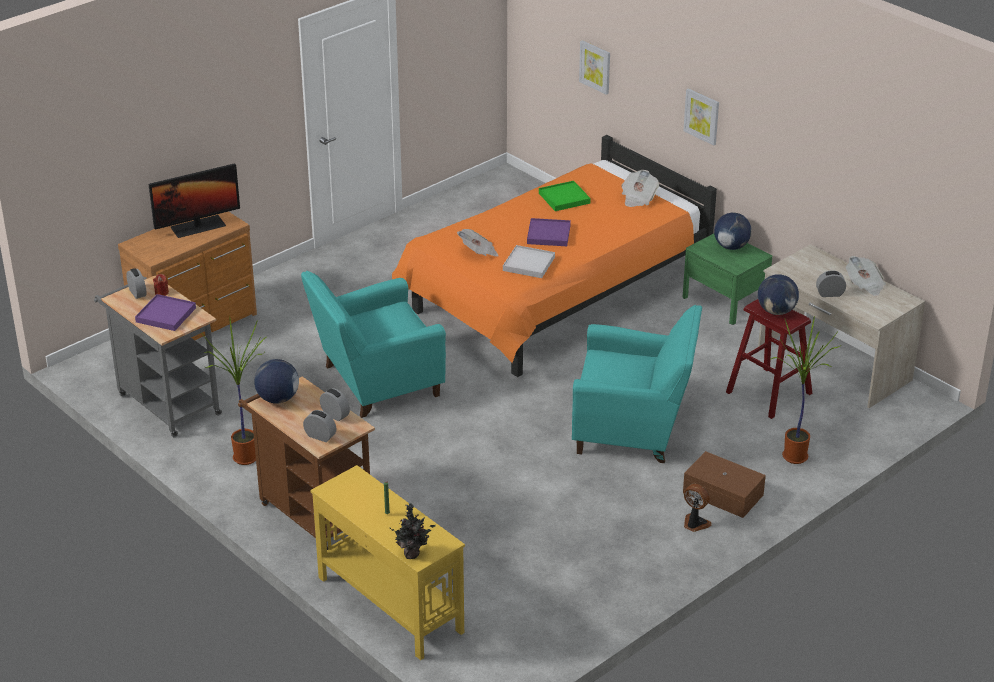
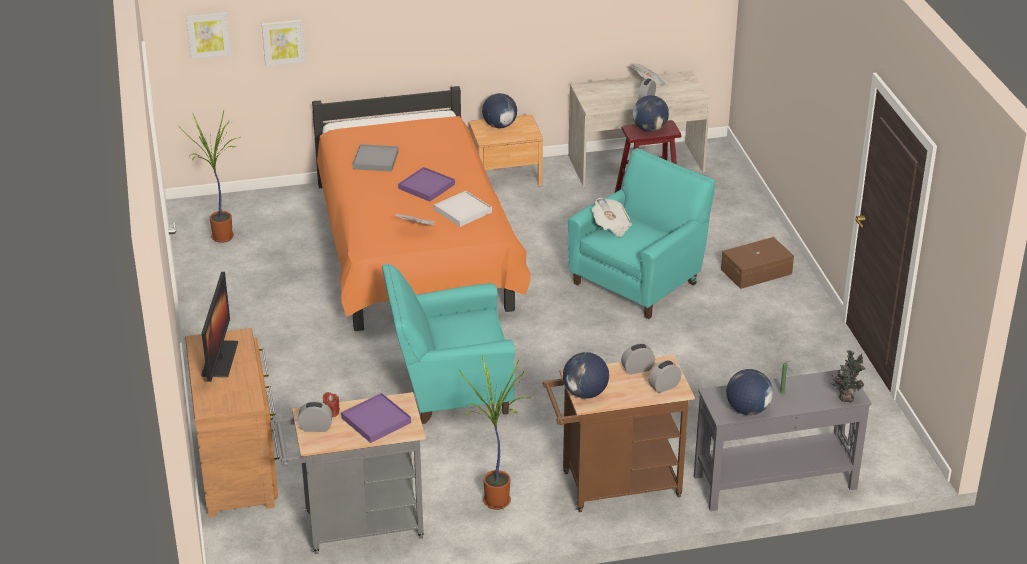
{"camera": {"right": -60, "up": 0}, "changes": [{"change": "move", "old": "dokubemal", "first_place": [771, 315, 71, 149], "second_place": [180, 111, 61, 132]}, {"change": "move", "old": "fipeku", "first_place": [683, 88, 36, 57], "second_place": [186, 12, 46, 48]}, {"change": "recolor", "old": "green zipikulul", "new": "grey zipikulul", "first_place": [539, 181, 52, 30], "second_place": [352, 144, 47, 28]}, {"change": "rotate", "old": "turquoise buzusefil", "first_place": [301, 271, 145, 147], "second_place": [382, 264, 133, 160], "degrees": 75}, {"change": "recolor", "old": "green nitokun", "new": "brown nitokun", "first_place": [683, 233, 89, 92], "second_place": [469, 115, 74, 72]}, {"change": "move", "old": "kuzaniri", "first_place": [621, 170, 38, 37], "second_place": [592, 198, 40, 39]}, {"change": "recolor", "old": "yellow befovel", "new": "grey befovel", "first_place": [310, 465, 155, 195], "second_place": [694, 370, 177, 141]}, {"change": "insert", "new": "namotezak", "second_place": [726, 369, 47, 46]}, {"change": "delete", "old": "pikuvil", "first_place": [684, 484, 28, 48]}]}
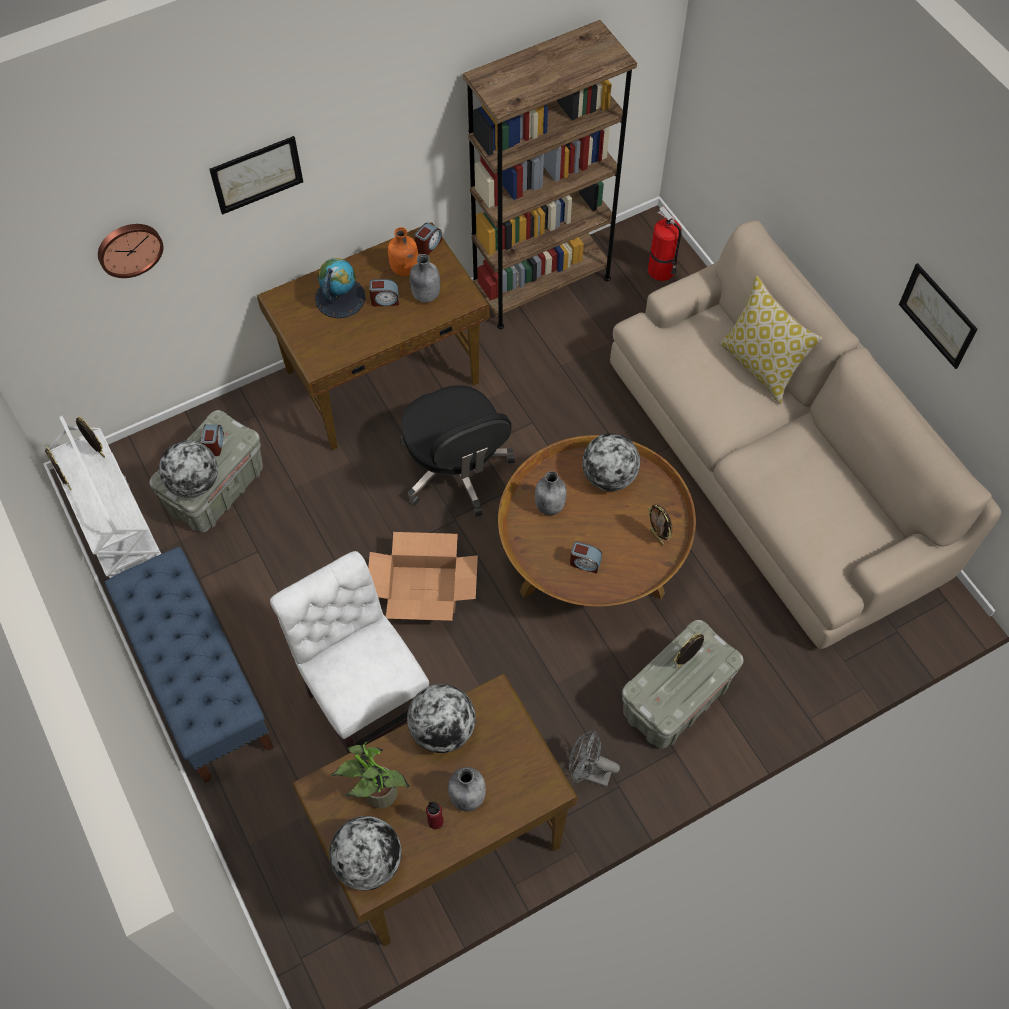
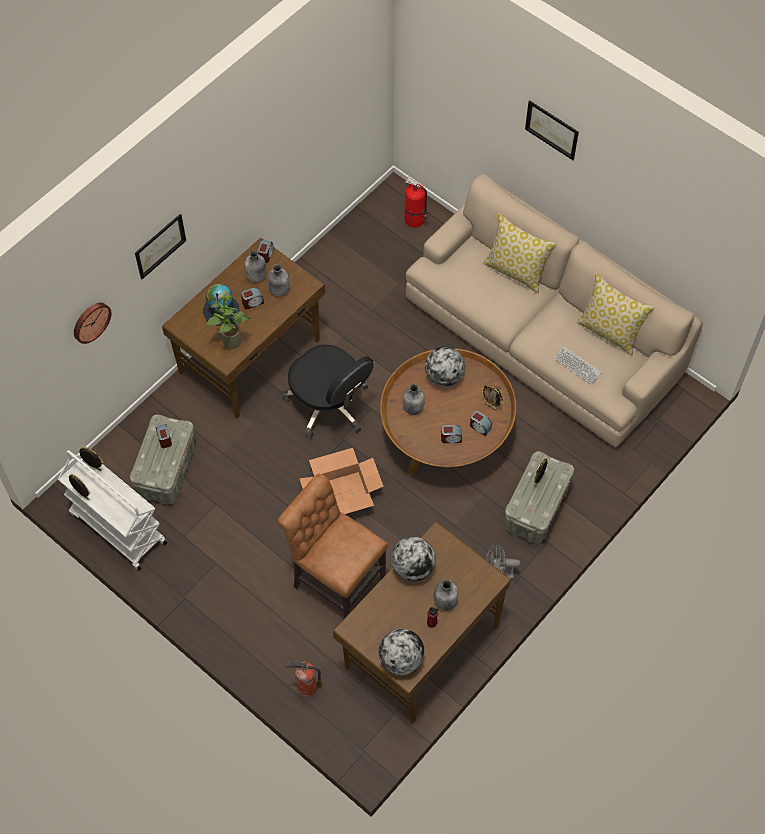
{"camera": {"right": -20, "up": 0}, "changes": [{"change": "move", "old": "dokubemal", "first_place": [331, 742, 78, 67], "second_place": [205, 296, 45, 53]}, {"change": "recolor", "old": "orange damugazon", "new": "grey damugazon", "first_place": [388, 227, 30, 49], "second_place": [244, 250, 22, 32]}, {"change": "recolor", "old": "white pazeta", "new": "brown pazeta", "first_place": [270, 551, 159, 203], "second_place": [277, 474, 111, 145]}, {"change": "insert", "new": "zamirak", "second_place": [286, 661, 36, 37]}, {"change": "insert", "new": "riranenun", "second_place": [470, 411, 22, 25]}, {"change": "move", "old": "fipeku", "first_place": [899, 263, 79, 106], "second_place": [525, 100, 54, 60]}, {"change": "insert", "new": "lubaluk", "second_place": [554, 347, 48, 37]}, {"change": "insert", "new": "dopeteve", "second_place": [577, 273, 77, 83]}, {"change": "delete", "old": "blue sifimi", "first_place": [105, 547, 169, 236]}, {"change": "delete", "old": "namotezak", "first_place": [159, 440, 59, 58]}, {"change": "delete", "old": "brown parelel", "first_place": [463, 20, 174, 309]}]}
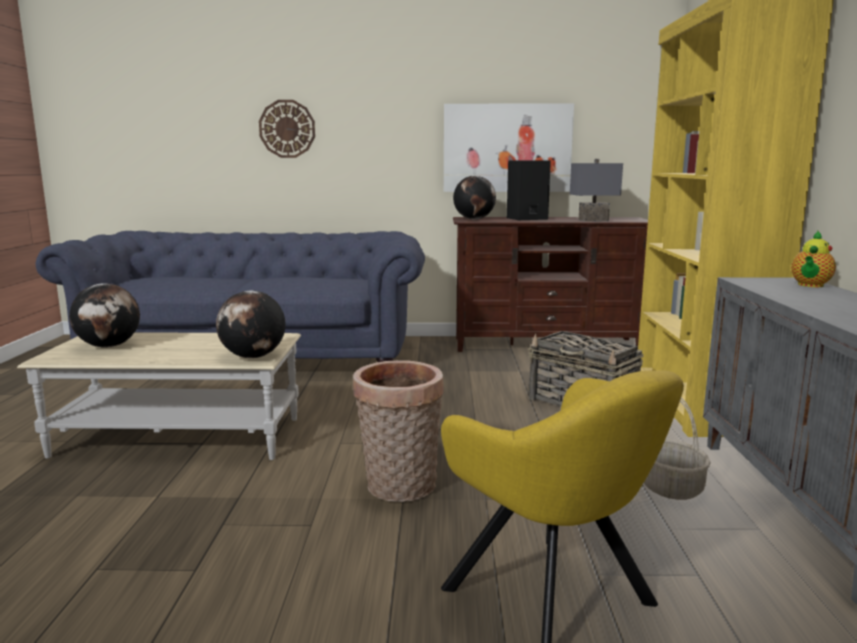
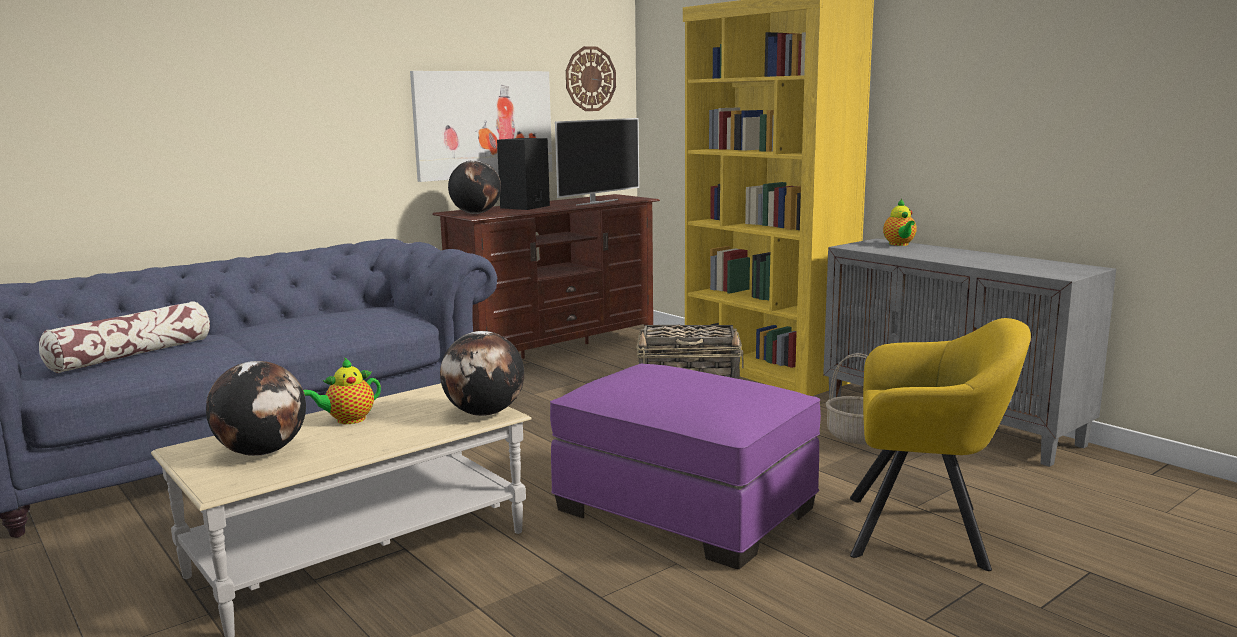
{"camera": {"right": -40, "up": 0}, "changes": [{"change": "insert", "new": "dopeteve", "second_place": [39, 301, 171, 72]}, {"change": "insert", "new": "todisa", "second_place": [303, 358, 78, 66]}, {"change": "replace", "old": "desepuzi", "new": "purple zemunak", "first_place": [353, 360, 91, 142], "second_place": [550, 364, 271, 205]}, {"change": "replace", "old": "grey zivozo", "new": "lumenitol", "first_place": [570, 159, 53, 63], "second_place": [555, 118, 84, 88]}, {"change": "move", "old": "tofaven", "first_place": [259, 100, 56, 58], "second_place": [566, 46, 50, 65]}]}
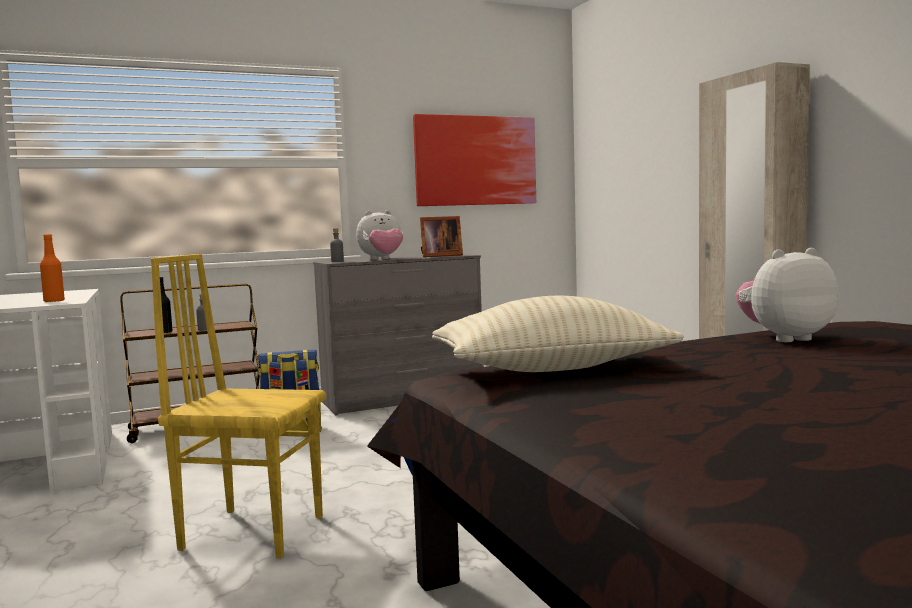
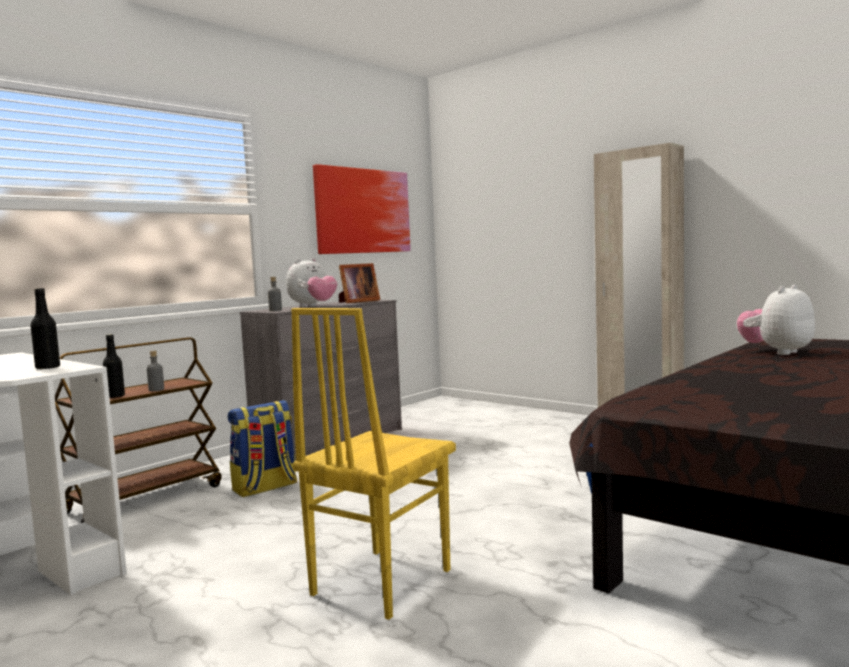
{"camera": {"right": -25, "up": 0}, "changes": [{"change": "recolor", "old": "orange damugazon", "new": "black damugazon", "first_place": [40, 234, 25, 68], "second_place": [30, 288, 30, 81]}, {"change": "rotate", "old": "yellow pazeta", "first_place": [151, 254, 175, 304], "second_place": [291, 308, 165, 312], "degrees": -45}, {"change": "delete", "old": "beige dopeteve", "first_place": [432, 296, 252, 76]}]}
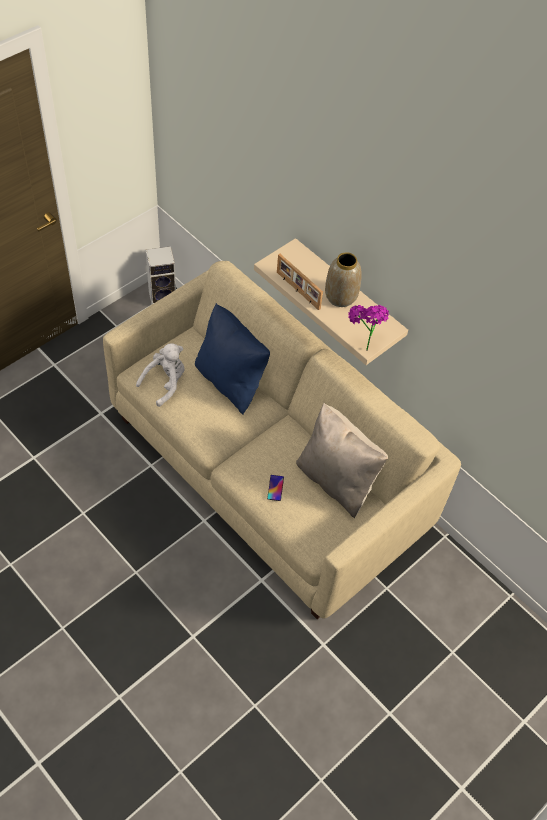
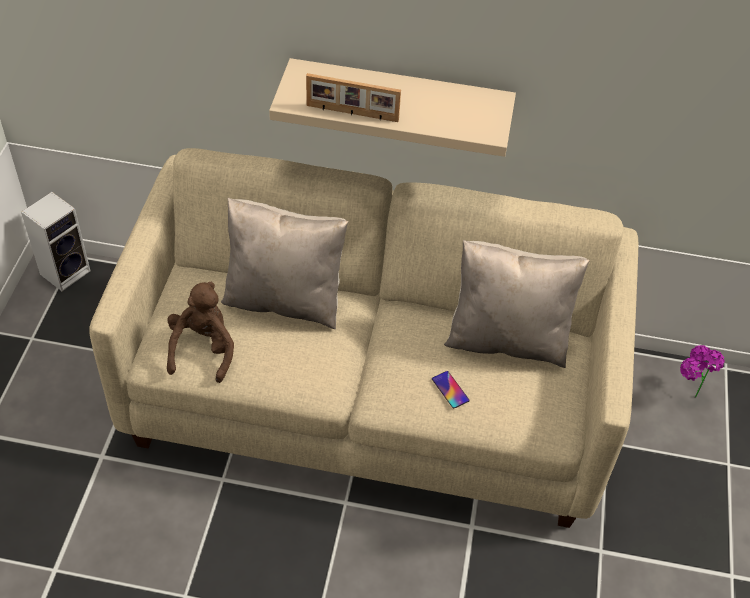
{"camera": {"right": -35, "up": -5}, "changes": [{"change": "recolor", "old": "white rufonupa", "new": "brown rufonupa", "first_place": [136, 343, 48, 64], "second_place": [167, 282, 67, 101]}, {"change": "recolor", "old": "blue dopeteve", "new": "beige dopeteve", "first_place": [195, 303, 75, 111], "second_place": [221, 198, 127, 131]}, {"change": "move", "old": "dokubemal", "first_place": [348, 305, 41, 46], "second_place": [680, 345, 45, 52]}, {"change": "delete", "old": "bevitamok", "first_place": [325, 252, 37, 55]}]}
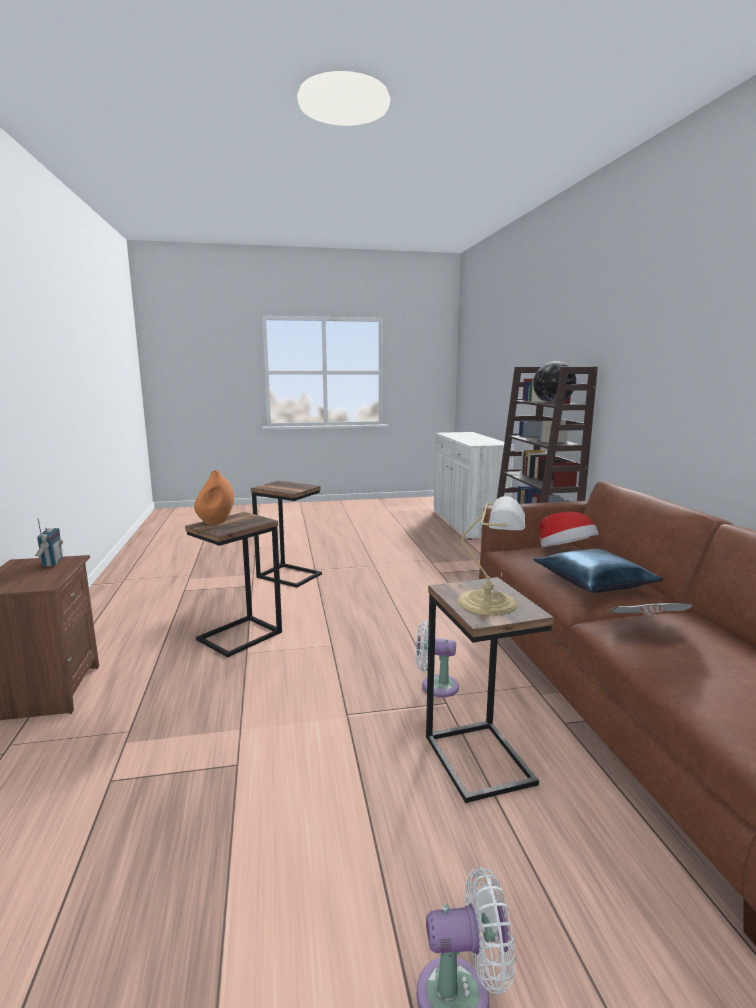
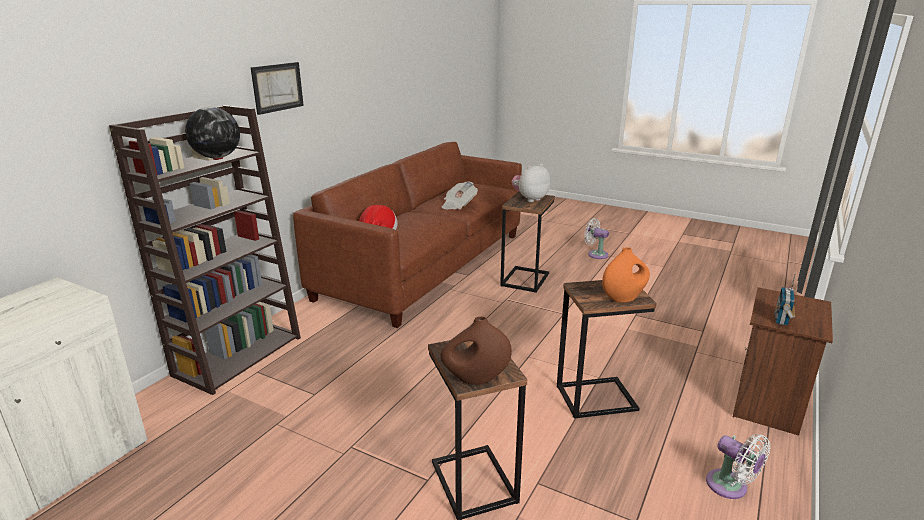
{"camera": {"right": -140, "up": 10}, "changes": [{"change": "insert", "new": "fipeku", "second_place": [251, 62, 53, 53]}, {"change": "insert", "new": "brown bevitamok", "second_place": [440, 317, 72, 68]}, {"change": "replace", "old": "zivozo", "new": "rufonupa", "first_place": [458, 496, 67, 119], "second_place": [512, 163, 38, 39]}, {"change": "move", "old": "white pikuvil", "first_place": [416, 620, 43, 77], "second_place": [706, 434, 64, 65]}, {"change": "delete", "old": "blue dopeteve", "first_place": [534, 549, 129, 44]}]}
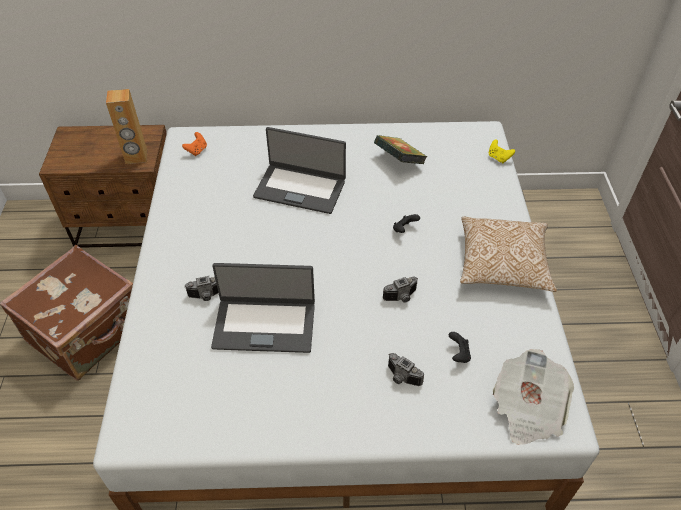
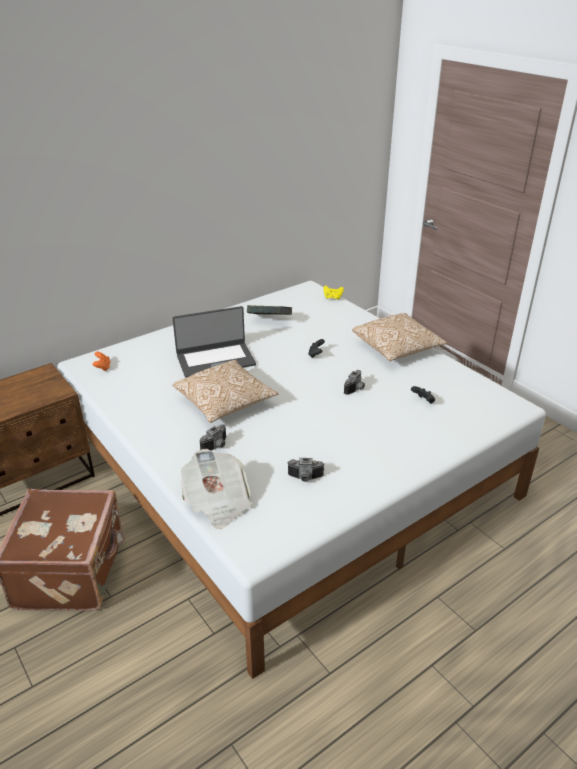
{"camera": {"right": -35, "up": -15}, "changes": [{"change": "insert", "new": "dopeteve", "second_place": [172, 360, 106, 63]}, {"change": "move", "old": "kuzaniri", "first_place": [493, 349, 81, 96], "second_place": [181, 449, 71, 80]}, {"change": "move", "old": "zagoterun", "first_place": [388, 353, 36, 33], "second_place": [287, 458, 38, 24]}, {"change": "delete", "old": "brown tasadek", "first_place": [106, 89, 41, 75]}, {"change": "delete", "old": "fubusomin", "first_place": [211, 263, 104, 90]}]}
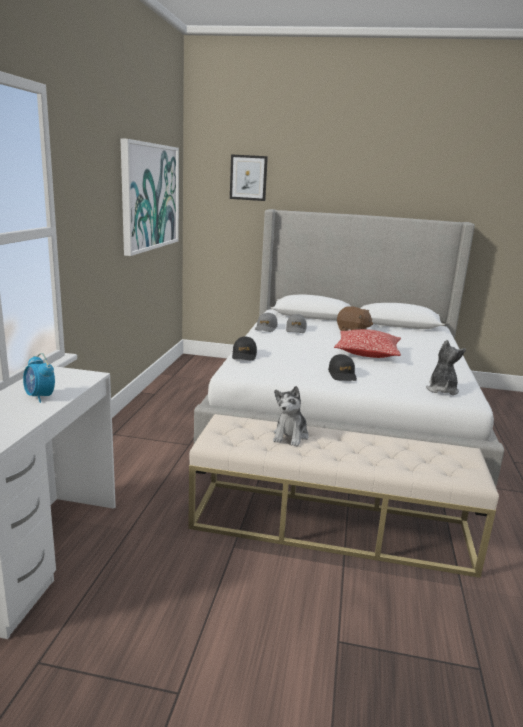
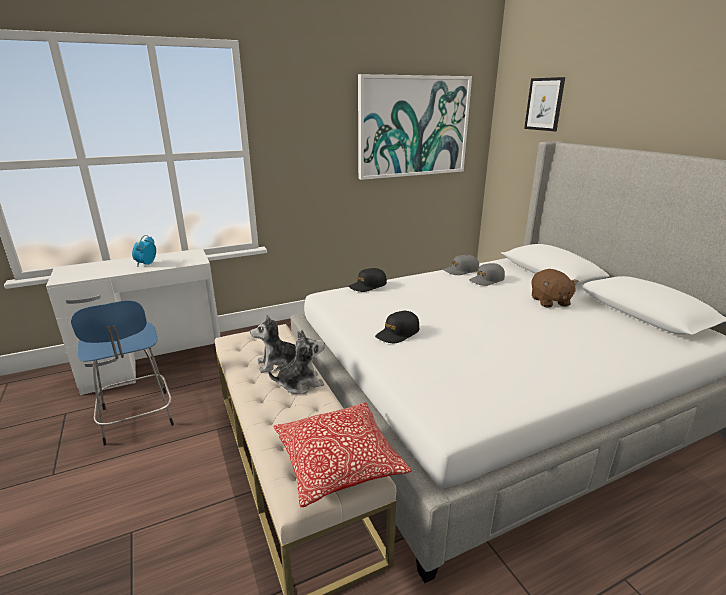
{"camera": {"right": 55, "up": 5}, "changes": [{"change": "insert", "new": "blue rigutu", "second_place": [71, 300, 103, 146]}, {"change": "move", "old": "rufonupa", "first_place": [426, 340, 40, 55], "second_place": [268, 330, 57, 64]}, {"change": "move", "old": "dopeteve", "first_place": [334, 329, 67, 29], "second_place": [273, 403, 139, 104]}]}
